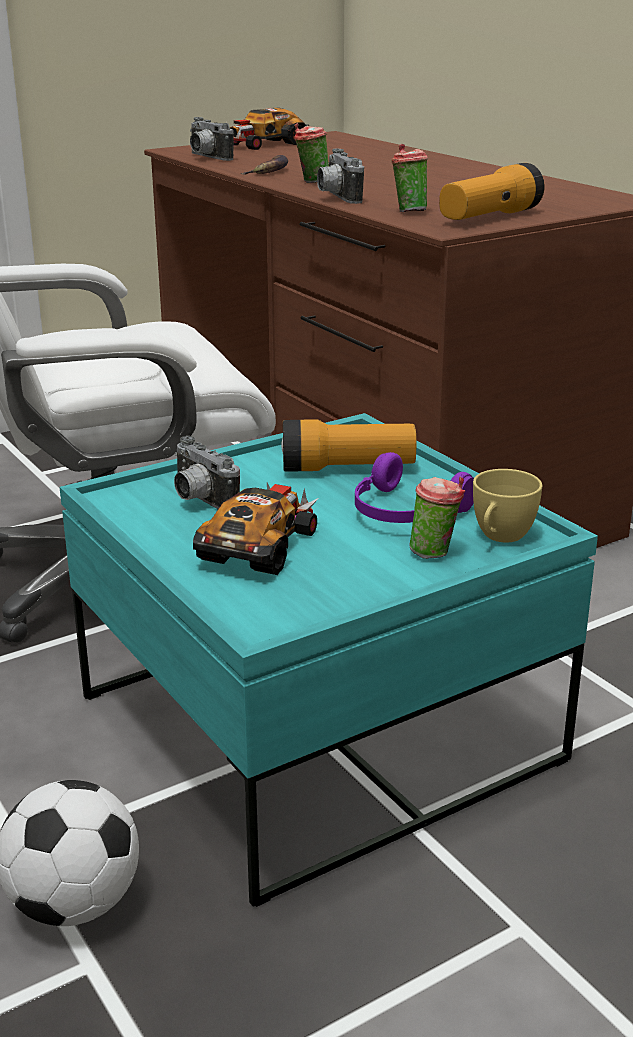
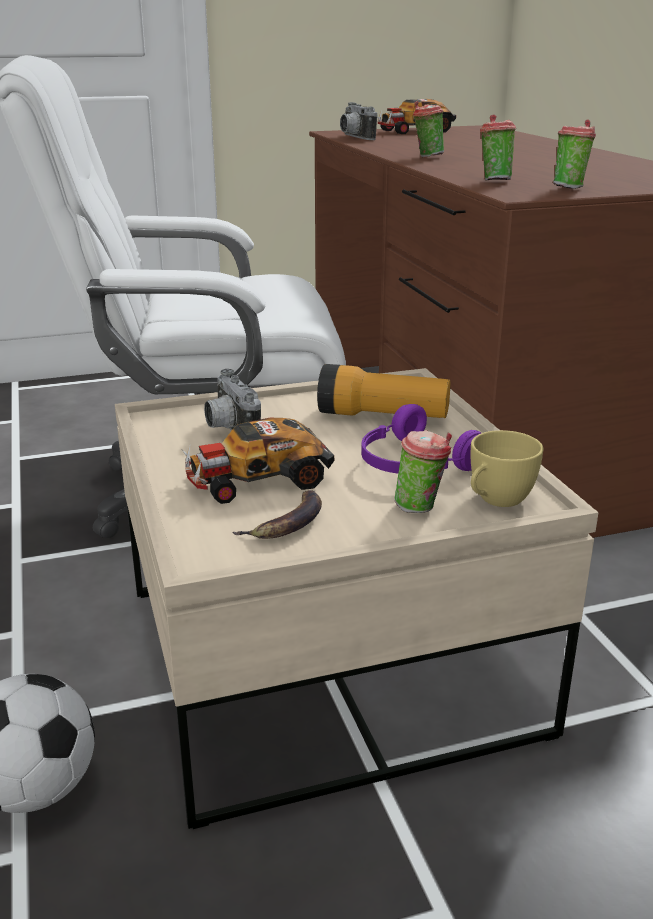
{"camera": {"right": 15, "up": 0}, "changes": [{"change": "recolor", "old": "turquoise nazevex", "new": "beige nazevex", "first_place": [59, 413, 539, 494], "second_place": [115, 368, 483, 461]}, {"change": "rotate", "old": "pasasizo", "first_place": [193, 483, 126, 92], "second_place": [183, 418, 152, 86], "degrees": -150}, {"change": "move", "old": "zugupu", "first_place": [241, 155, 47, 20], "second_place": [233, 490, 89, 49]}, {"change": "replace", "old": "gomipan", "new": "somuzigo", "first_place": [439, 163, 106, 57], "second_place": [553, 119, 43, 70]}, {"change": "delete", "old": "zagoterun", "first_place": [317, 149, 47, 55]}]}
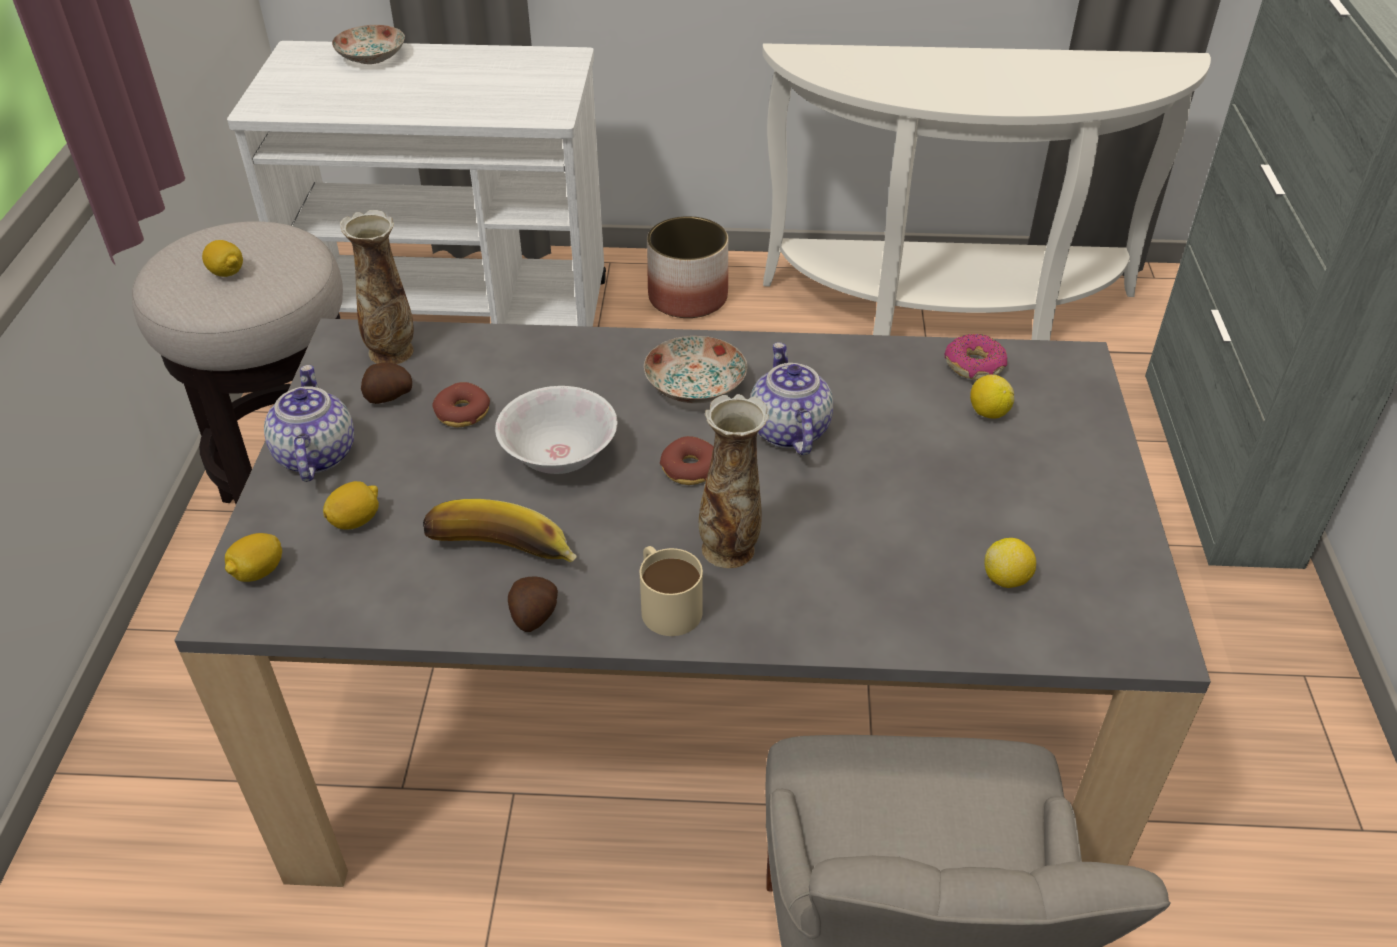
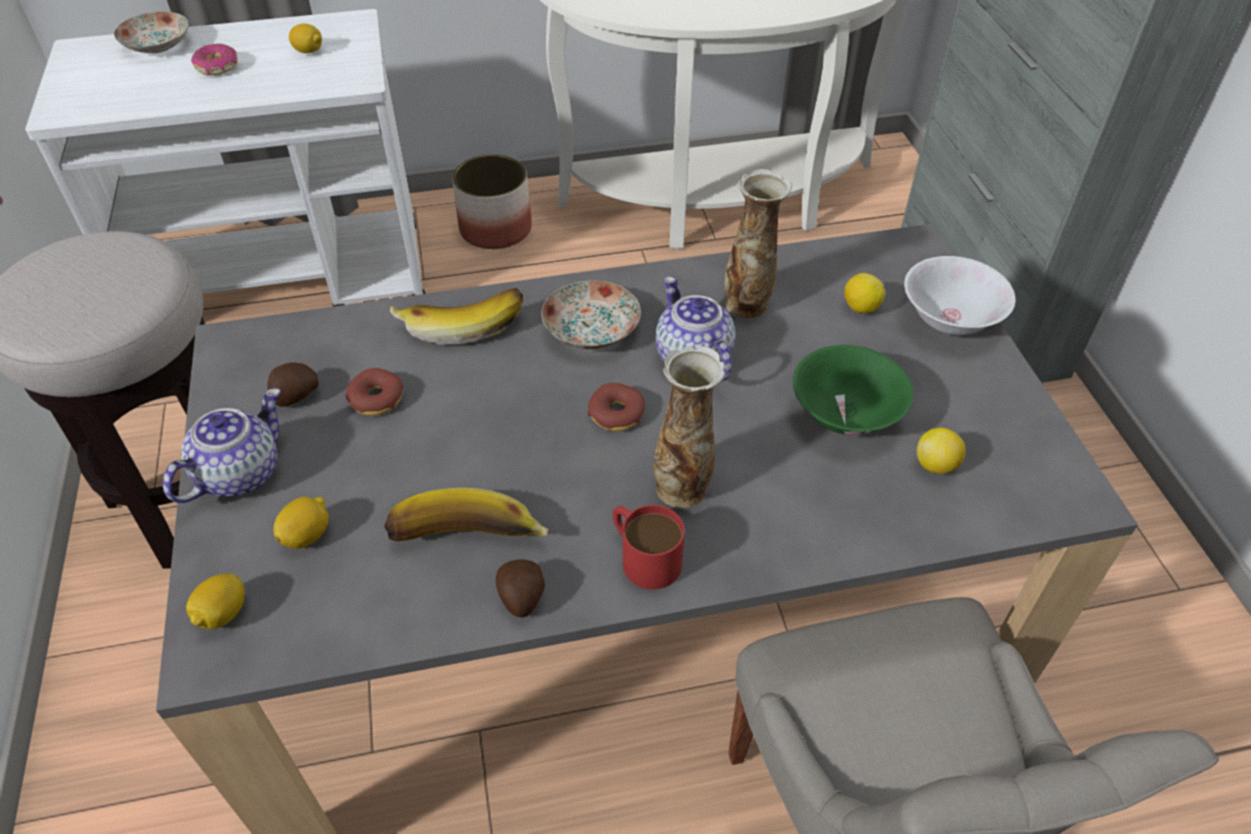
{"camera": {"right": -15, "up": 5}, "changes": [{"change": "rotate", "old": "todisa", "first_place": [264, 365, 90, 117], "second_place": [163, 388, 118, 115], "degrees": 60}, {"change": "move", "old": "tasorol", "first_place": [945, 334, 62, 46], "second_place": [191, 44, 47, 31]}, {"change": "move", "old": "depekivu", "first_place": [202, 240, 41, 37], "second_place": [289, 24, 33, 29]}, {"change": "insert", "new": "zugupu", "second_place": [390, 288, 133, 57]}, {"change": "recolor", "old": "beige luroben", "new": "red luroben", "first_place": [640, 546, 63, 90], "second_place": [613, 505, 72, 85]}, {"change": "move", "old": "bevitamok", "first_place": [340, 210, 74, 154], "second_place": [724, 169, 68, 149]}, {"change": "insert", "new": "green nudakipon", "second_place": [793, 345, 120, 90]}, {"change": "move", "old": "white nudakipon", "first_place": [495, 386, 122, 88], "second_place": [904, 256, 112, 79]}]}
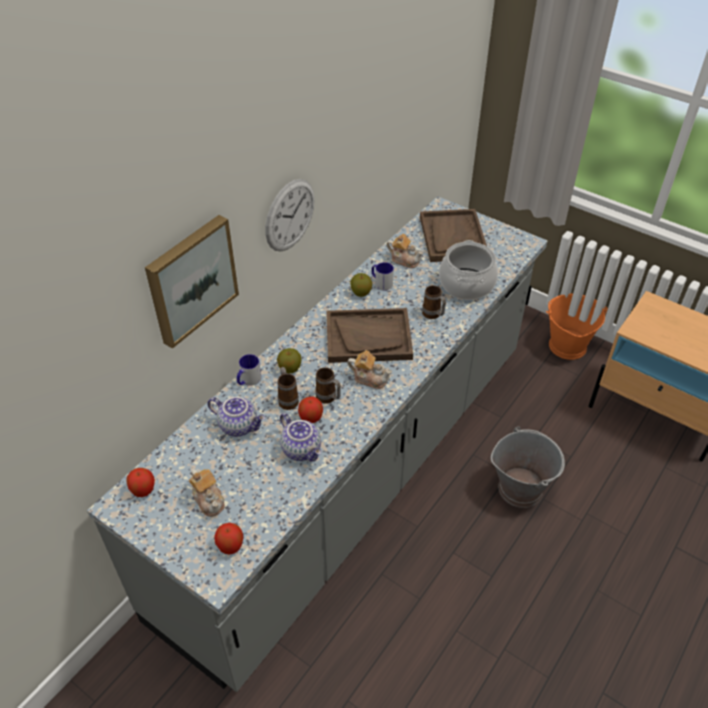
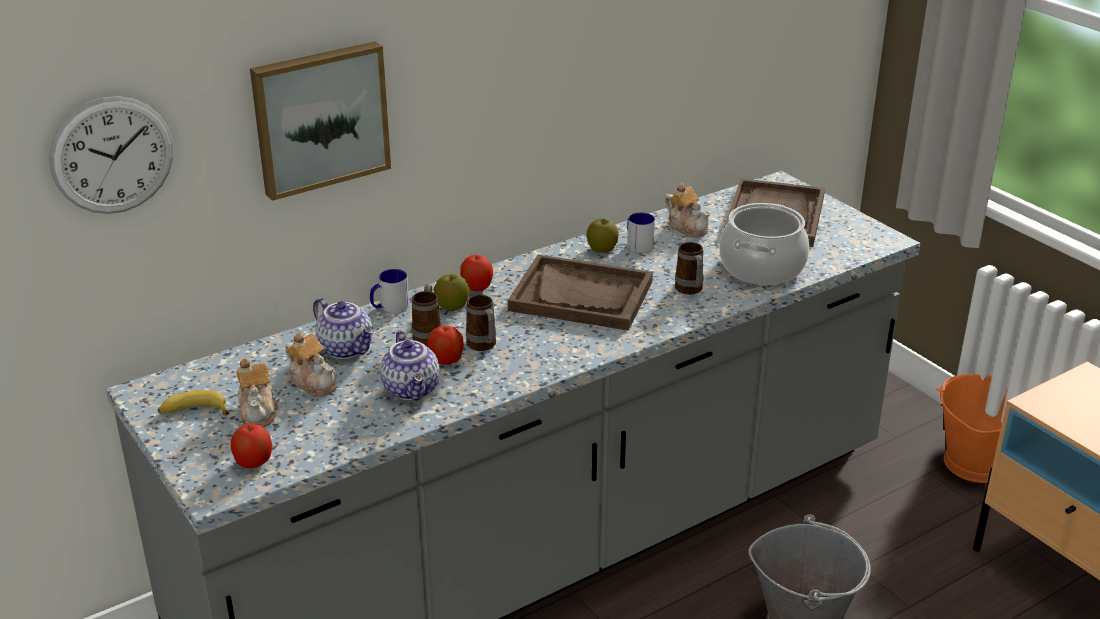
{"camera": {"right": 20, "up": -15}, "changes": [{"change": "move", "old": "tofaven", "first_place": [265, 179, 50, 73], "second_place": [49, 96, 125, 118]}, {"change": "insert", "new": "zugupu", "second_place": [158, 390, 72, 25]}, {"change": "move", "old": "todisa", "first_place": [347, 350, 45, 39], "second_place": [285, 332, 52, 65]}, {"change": "move", "old": "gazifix", "first_place": [126, 468, 29, 29], "second_place": [460, 255, 33, 36]}]}
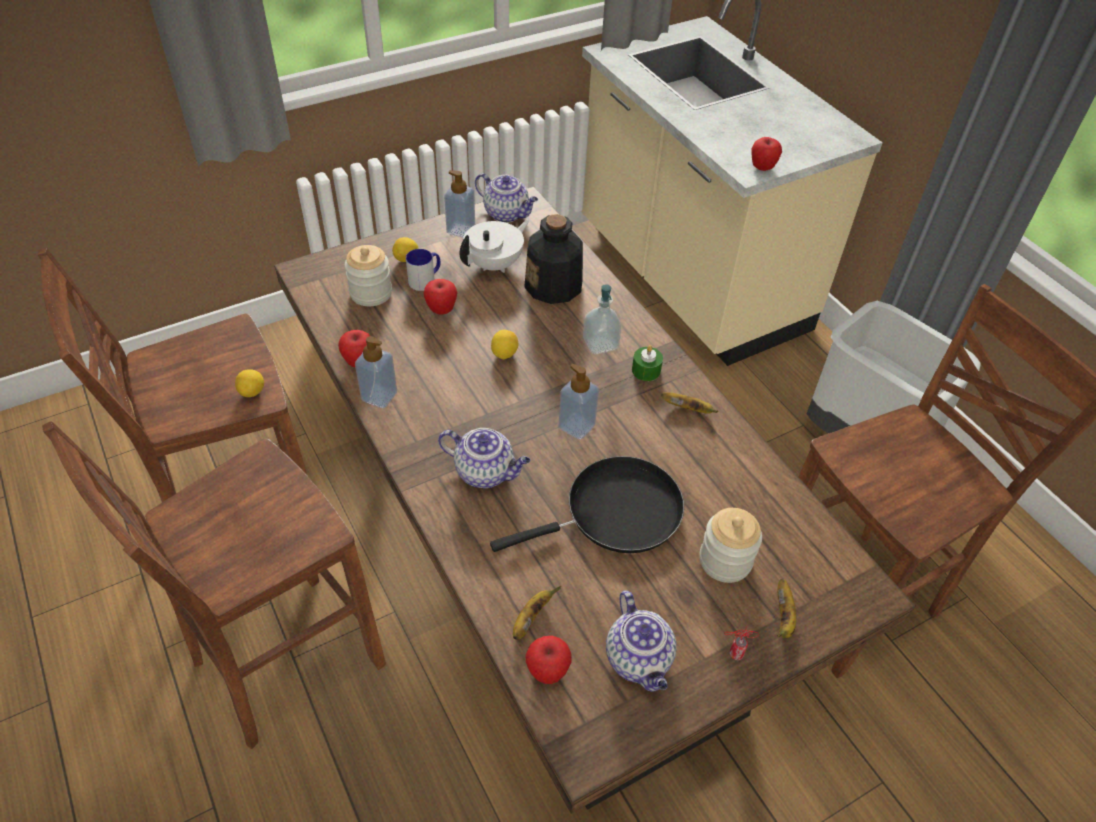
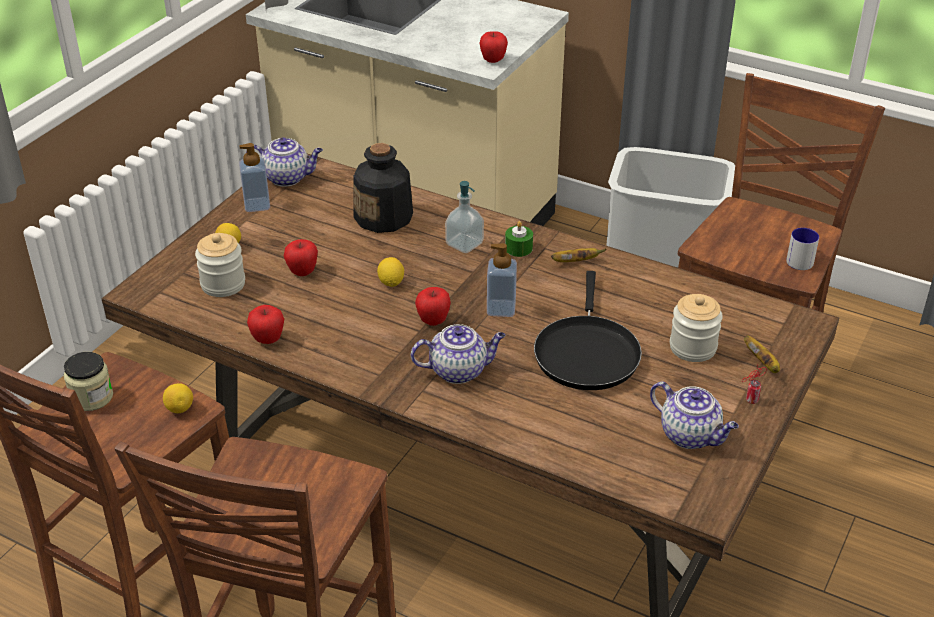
{"camera": {"right": -30, "up": -10}, "changes": [{"change": "insert", "new": "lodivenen", "second_place": [64, 352, 49, 59]}, {"change": "move", "old": "gazifix", "first_place": [526, 636, 46, 48], "second_place": [415, 287, 36, 39]}, {"change": "rotate", "old": "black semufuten", "first_place": [490, 456, 194, 97], "second_place": [534, 271, 108, 119], "degrees": 150}, {"change": "move", "old": "luroben", "first_place": [406, 249, 34, 42], "second_place": [786, 228, 33, 42]}, {"change": "delete", "old": "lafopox", "first_place": [355, 336, 42, 72]}, {"change": "delete", "old": "white todisa", "first_place": [460, 220, 69, 53]}, {"change": "delete", "old": "zugupu", "first_place": [513, 586, 48, 54]}]}
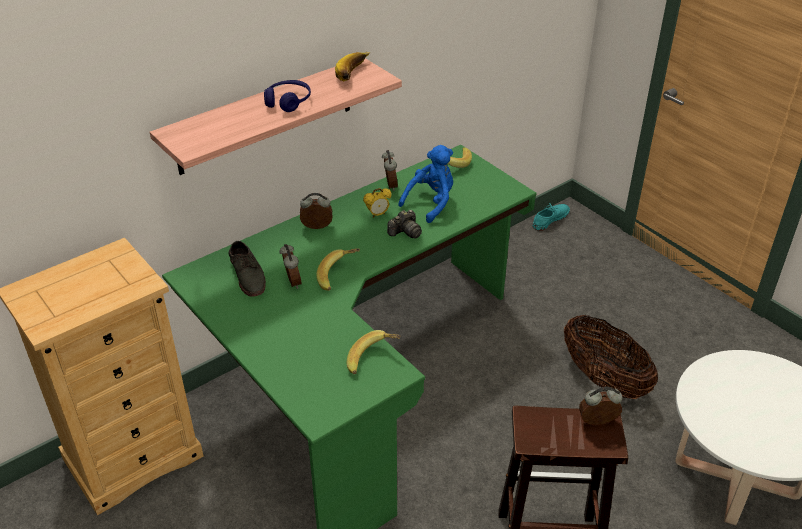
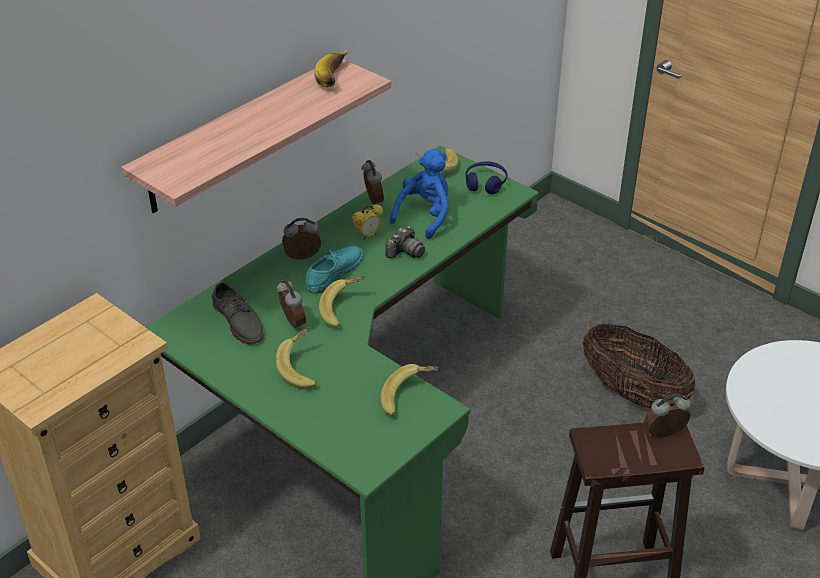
{"camera": {"right": -10, "up": 0}, "changes": [{"change": "insert", "new": "zugupu", "second_place": [276, 327, 41, 62]}, {"change": "move", "old": "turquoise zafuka", "first_place": [532, 203, 38, 28], "second_place": [305, 246, 58, 48]}, {"change": "move", "old": "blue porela", "first_place": [264, 80, 47, 32], "second_place": [466, 161, 41, 33]}]}
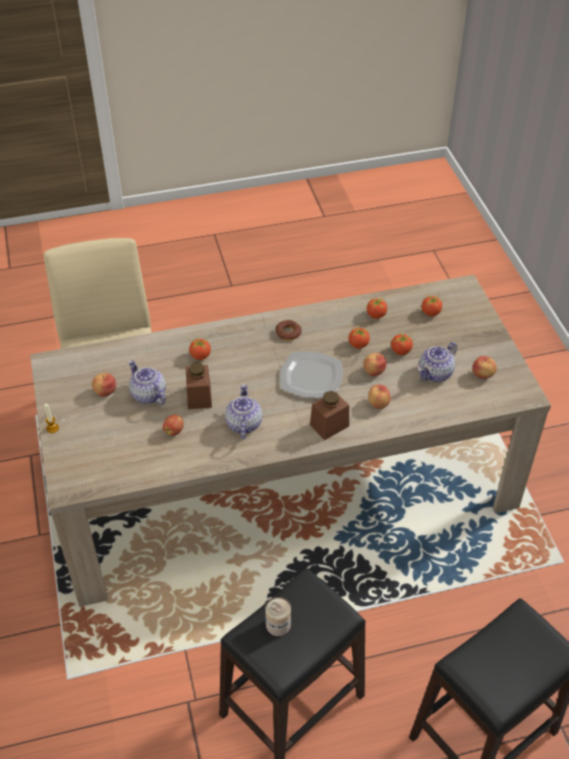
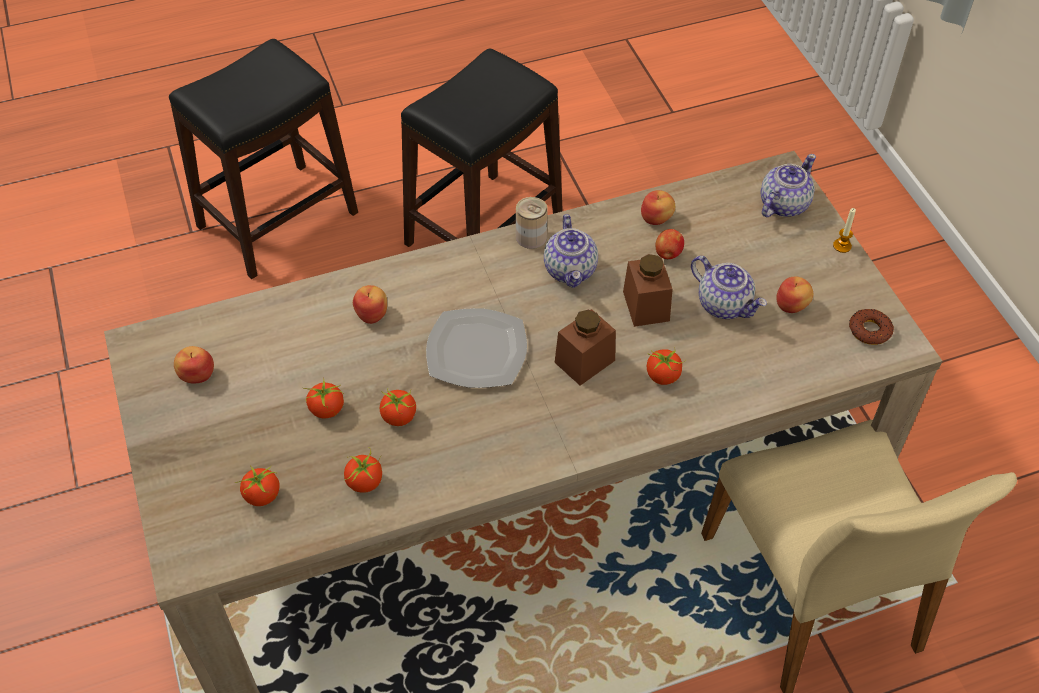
{"camera": {"right": 175, "up": 5}, "changes": [{"change": "move", "old": "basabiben", "first_place": [265, 597, 26, 39], "second_place": [516, 197, 32, 52]}, {"change": "move", "old": "brown lodivenen", "first_place": [310, 391, 39, 49], "second_place": [555, 309, 61, 77]}, {"change": "move", "old": "gazifix", "first_place": [363, 353, 24, 23], "second_place": [641, 190, 34, 35]}, {"change": "move", "old": "todisa", "first_place": [418, 342, 39, 40], "second_place": [761, 154, 55, 63]}, {"change": "move", "old": "tasorol", "first_place": [275, 320, 27, 20], "second_place": [849, 309, 45, 36]}]}
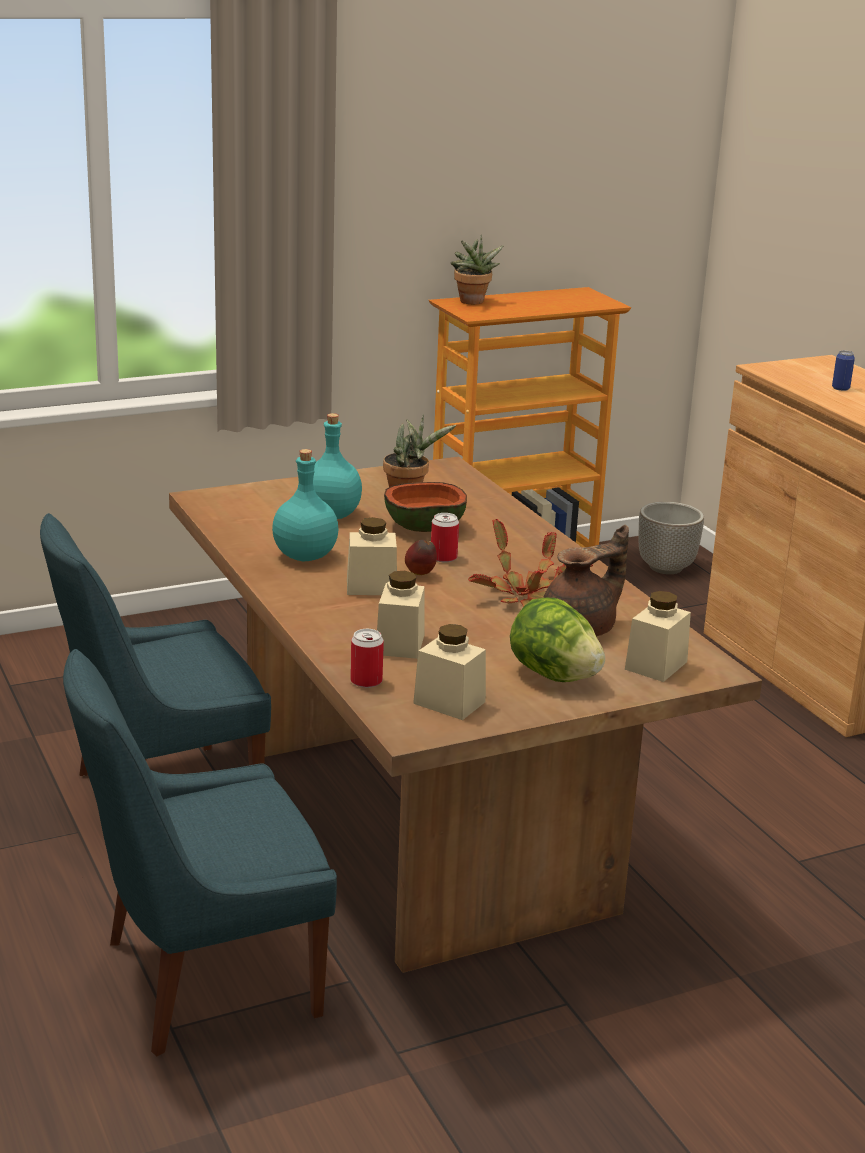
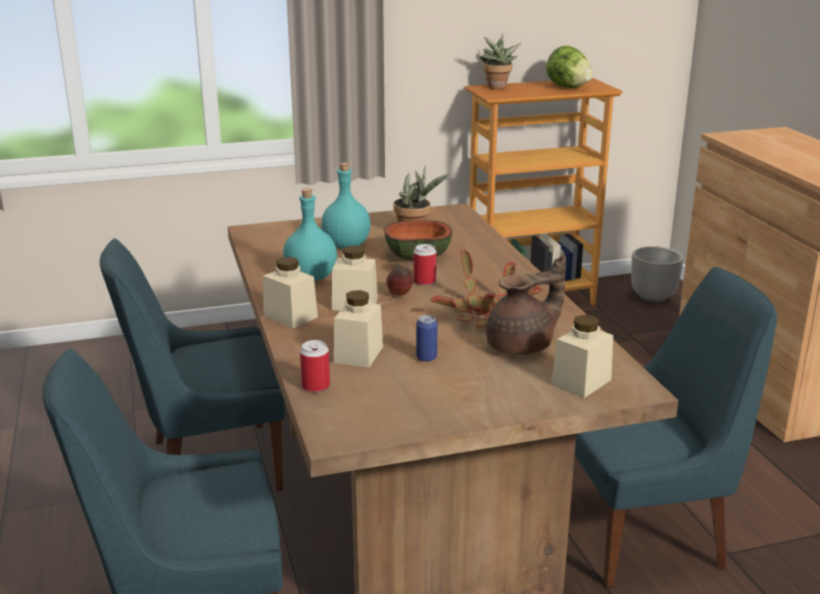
{"camera": {"right": 10, "up": 0}, "changes": [{"change": "move", "old": "beige lodivenen", "first_place": [413, 624, 73, 96], "second_place": [263, 257, 55, 72]}, {"change": "move", "old": "basabiben", "first_place": [832, 350, 23, 41], "second_place": [416, 315, 21, 47]}, {"change": "move", "old": "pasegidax", "first_place": [510, 598, 95, 84], "second_place": [546, 46, 47, 42]}, {"change": "insert", "new": "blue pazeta", "second_place": [575, 267, 203, 320]}]}
